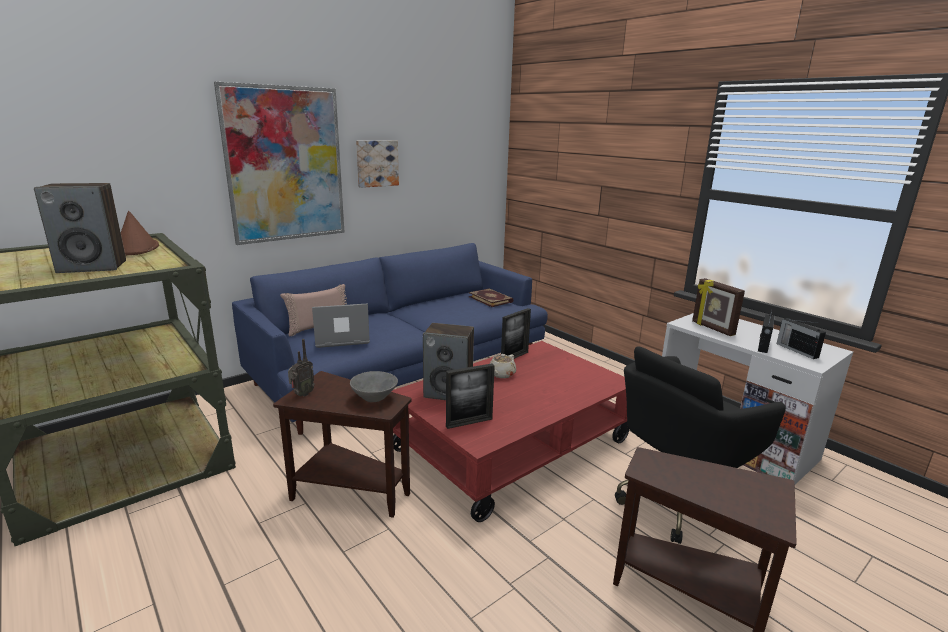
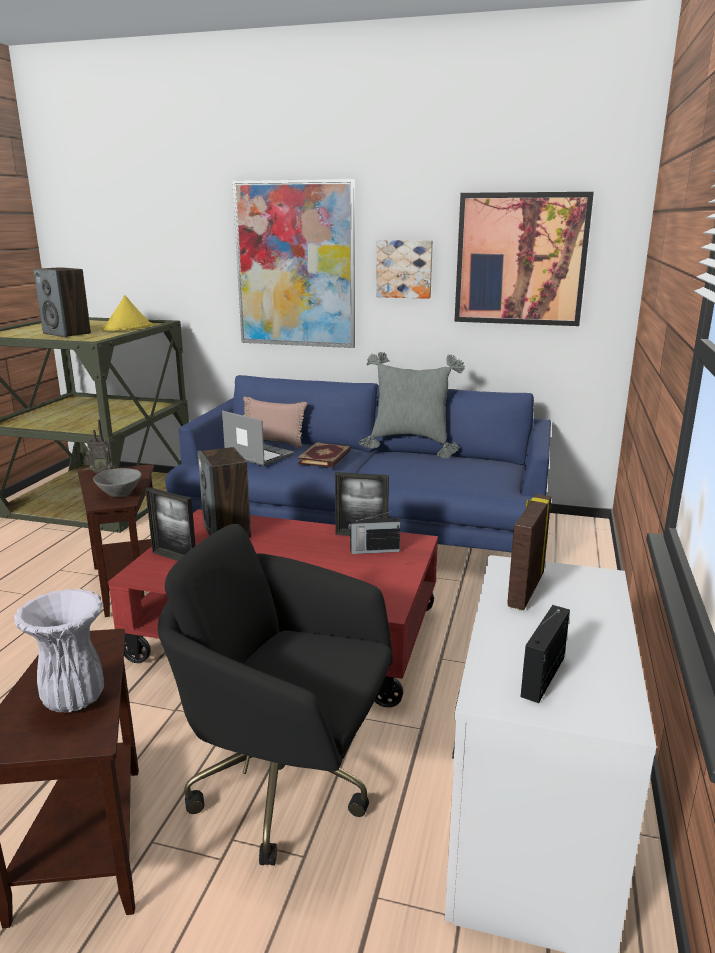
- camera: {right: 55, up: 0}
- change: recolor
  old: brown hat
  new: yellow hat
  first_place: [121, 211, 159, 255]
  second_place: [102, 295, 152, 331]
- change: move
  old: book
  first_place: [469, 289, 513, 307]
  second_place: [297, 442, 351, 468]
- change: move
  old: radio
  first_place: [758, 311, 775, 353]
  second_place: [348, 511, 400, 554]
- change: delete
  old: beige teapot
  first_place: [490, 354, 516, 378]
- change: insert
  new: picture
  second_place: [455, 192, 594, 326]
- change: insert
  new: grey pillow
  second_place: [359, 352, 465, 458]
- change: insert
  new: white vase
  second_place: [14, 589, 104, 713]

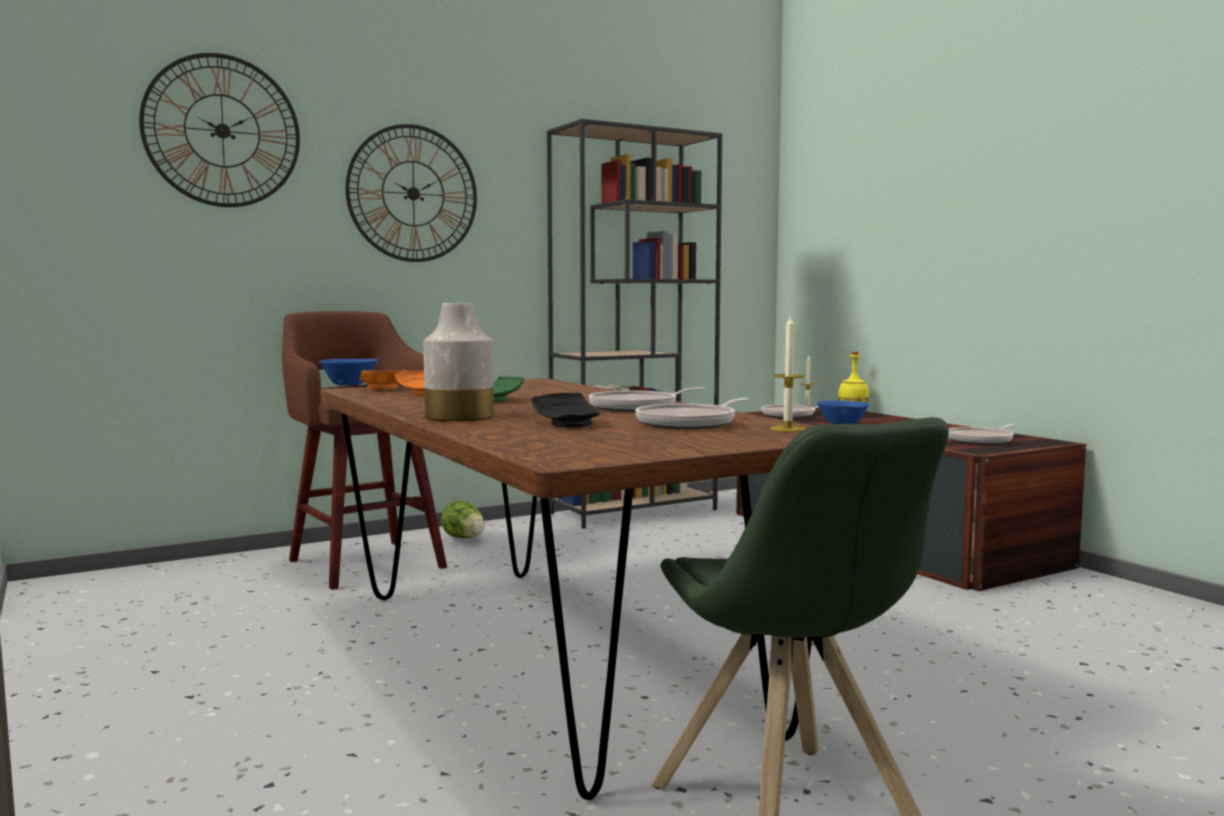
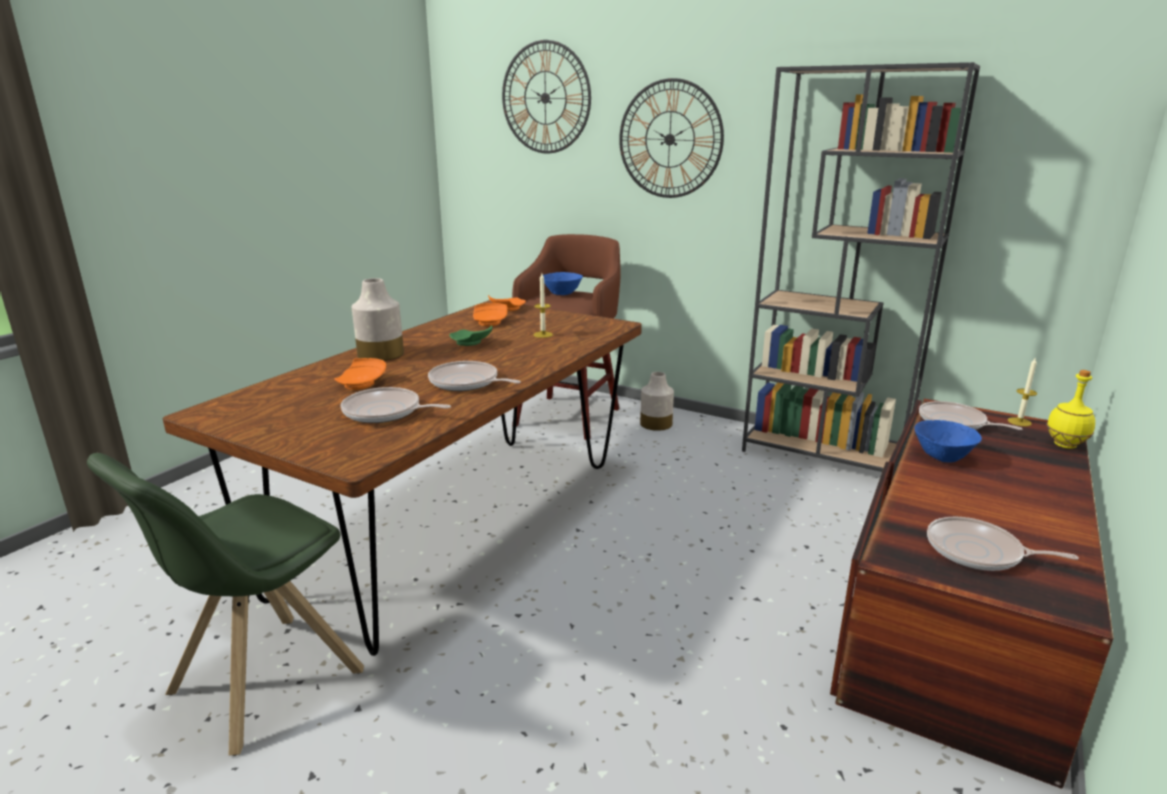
- camera: {right: 60, up: 15}
- change: move
  old: candle
  first_place: [770, 314, 805, 432]
  second_place: [533, 273, 553, 338]
- change: recolor
  old: black plate
  new: orange plate
  first_place: [531, 393, 600, 428]
  second_place: [334, 358, 386, 390]
- change: replace
  old: lettuce
  new: beige vase
  first_place: [441, 500, 485, 538]
  second_place: [640, 372, 674, 431]

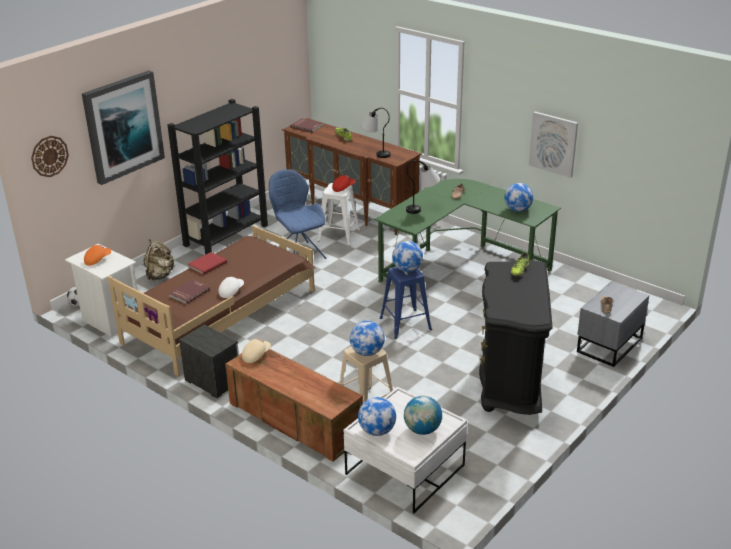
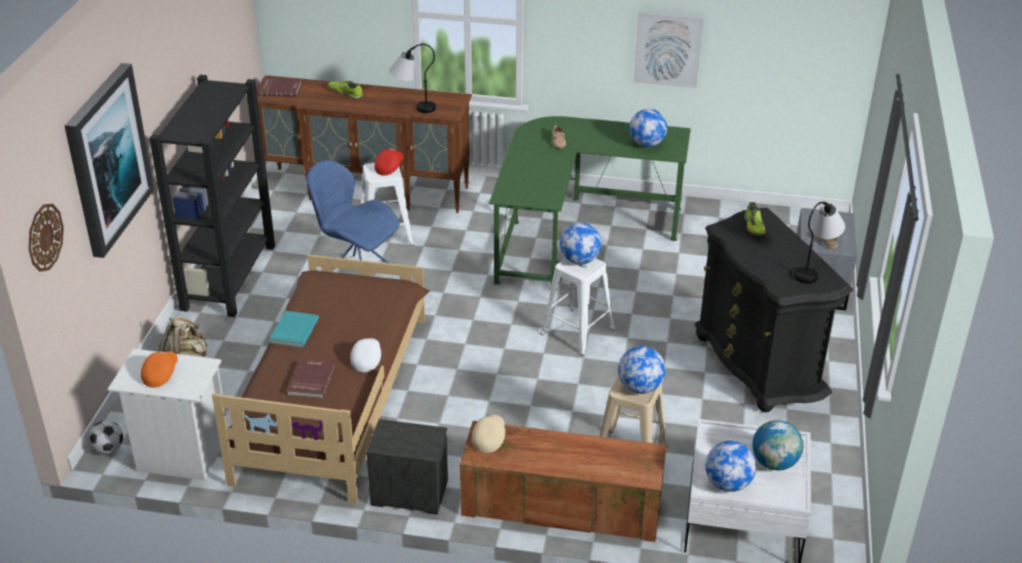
- camera: {right: -30, up: 5}
- change: move
  old: table lamp
  first_place: [406, 160, 440, 214]
  second_place: [794, 202, 845, 284]
- change: recolor
  old: red book
  new: turquoise book
  first_place: [188, 252, 227, 275]
  second_place: [269, 311, 319, 348]
- change: recolor
  old: blue stool
  new: white stool
  first_place: [380, 267, 432, 339]
  second_place: [540, 258, 615, 355]

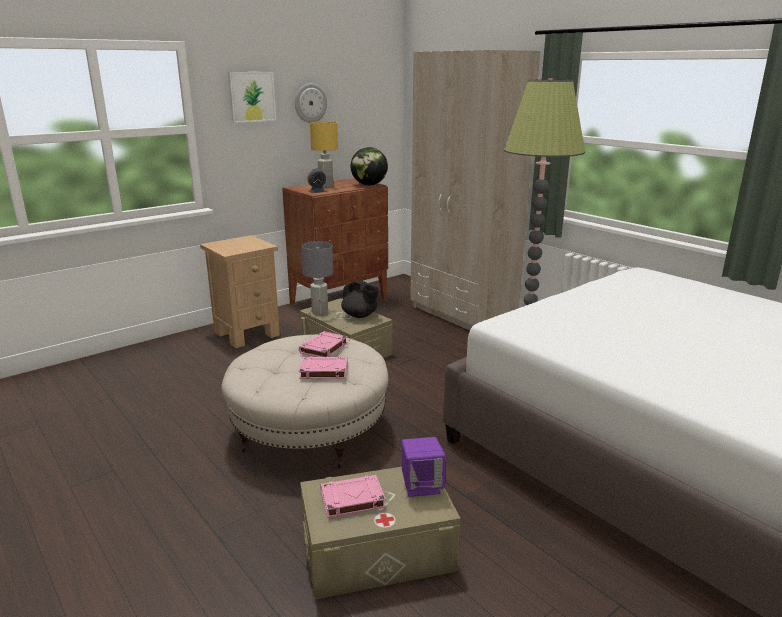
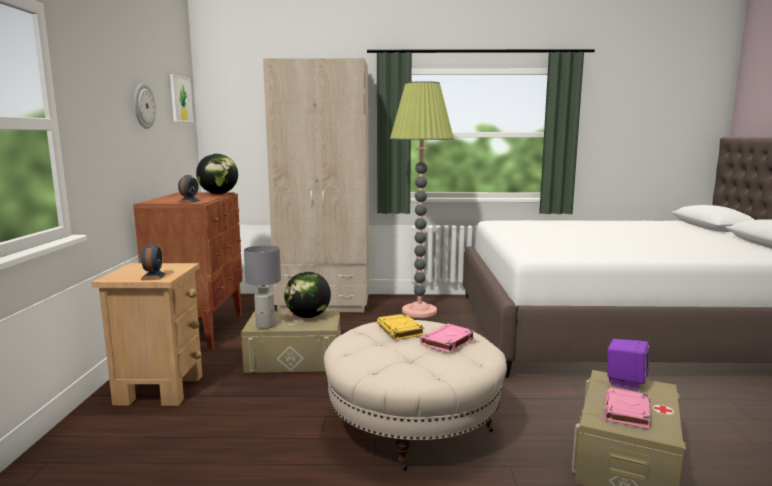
- camera: {right: -50, up: -10}
- change: move
  old: picture
  first_place: [228, 72, 276, 123]
  second_place: [170, 74, 193, 123]
- change: delete
  old: yellow table lamp
  first_place: [310, 121, 338, 187]
- change: replace
  old: black teapot
  new: globe
  first_place: [341, 280, 380, 318]
  second_place: [284, 272, 331, 318]
- change: recolor
  old: pink book
  new: yellow book
  first_place: [299, 331, 348, 357]
  second_place: [377, 314, 424, 340]
- change: insert
  new: alarm clock
  second_place: [141, 244, 166, 280]

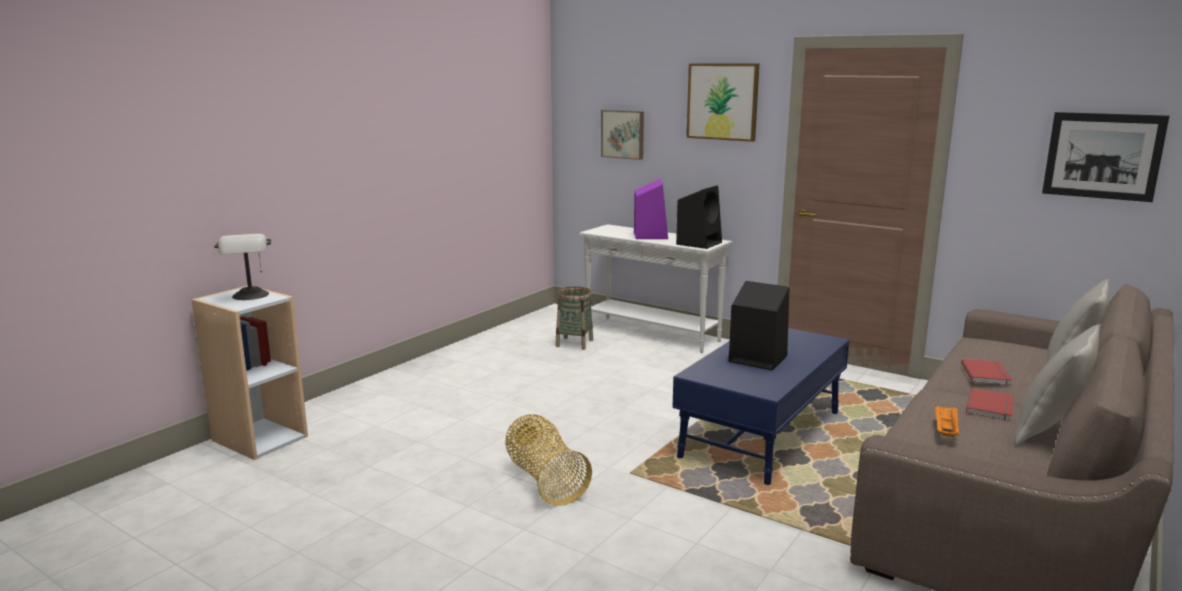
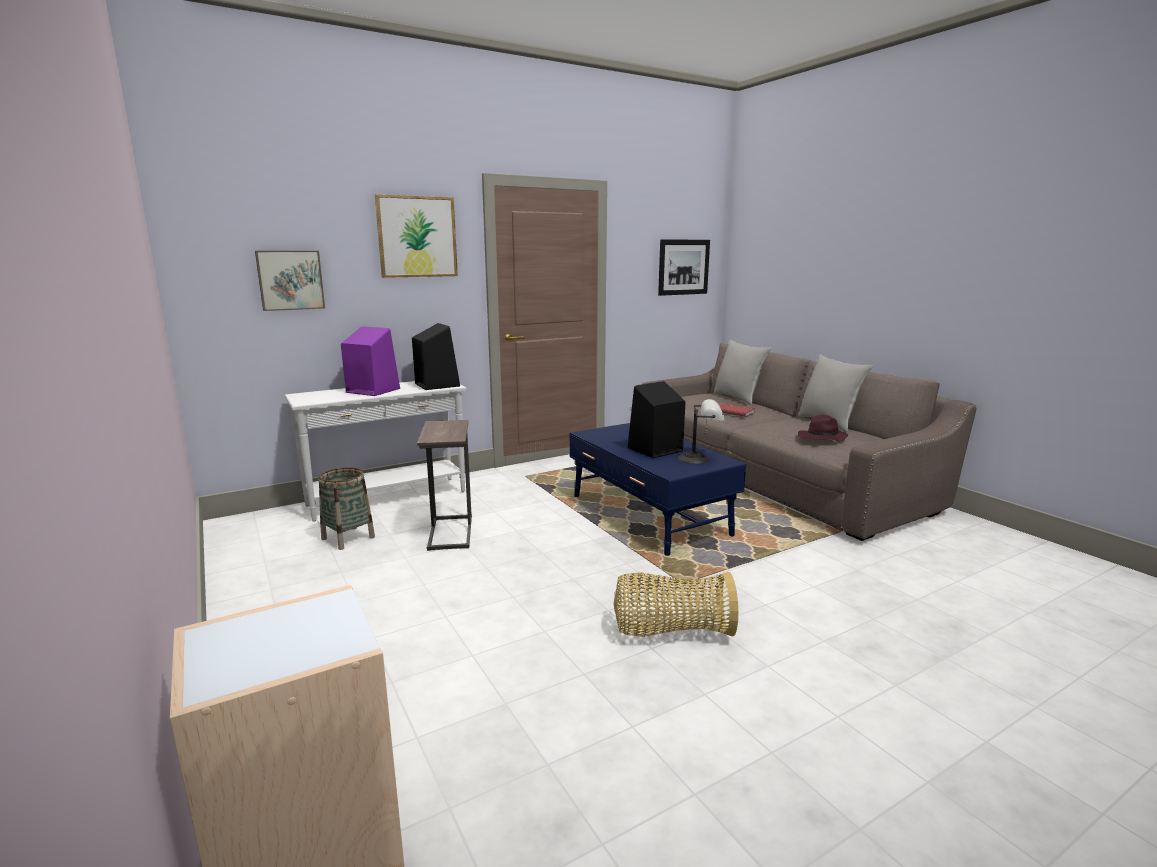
- camera: {right: -65, up: 0}
- change: move
  old: table lamp
  first_place: [214, 234, 271, 300]
  second_place: [678, 399, 725, 464]
- change: delete
  old: red book
  first_place: [966, 388, 1014, 421]
- change: replace
  old: orange tray
  new: purple hat
  first_place: [935, 404, 959, 437]
  second_place: [798, 415, 848, 442]
- change: insert
  new: brown side table
  second_place: [417, 420, 472, 551]

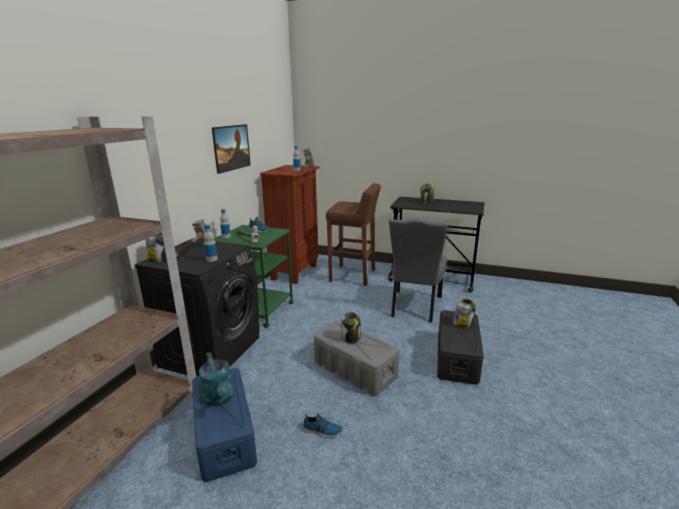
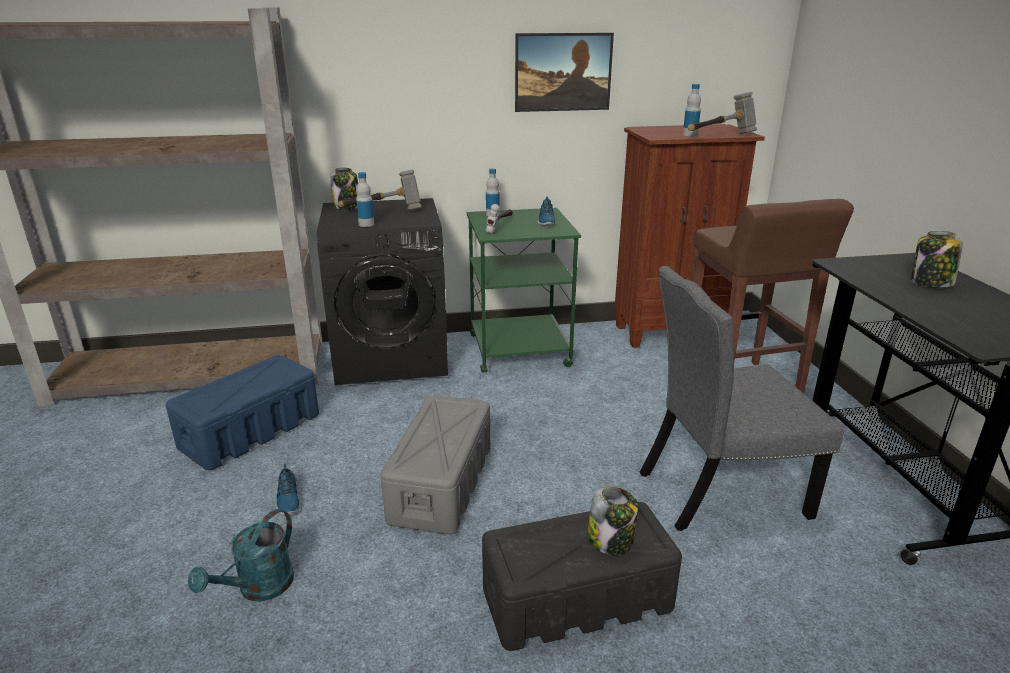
- camera: {right: 60, up: 5}
- change: delete
  old: jar
  first_place: [341, 312, 361, 343]
- change: move
  old: turquoise watering can
  first_place: [199, 352, 234, 406]
  second_place: [188, 509, 294, 602]

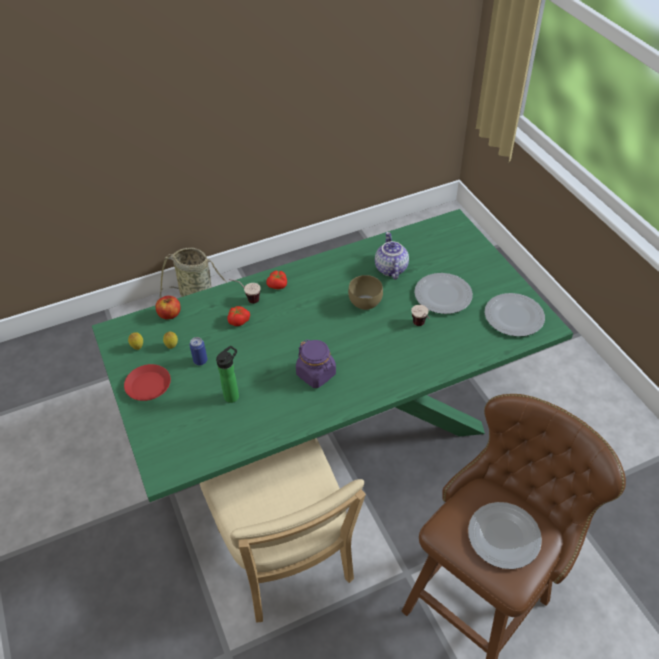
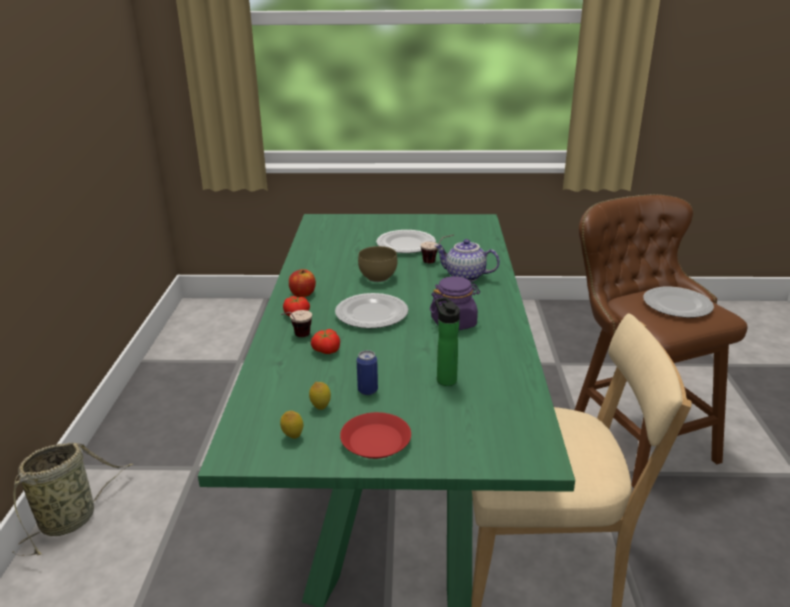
- camera: {right: -65, up: -20}
- change: move
  old: teapot
  first_place: [375, 232, 409, 280]
  second_place: [434, 239, 500, 281]
- change: move
  old: plate
  first_place: [485, 293, 545, 337]
  second_place: [335, 293, 408, 328]
- change: move
  old: apple
  first_place: [156, 296, 181, 319]
  second_place: [289, 269, 316, 297]

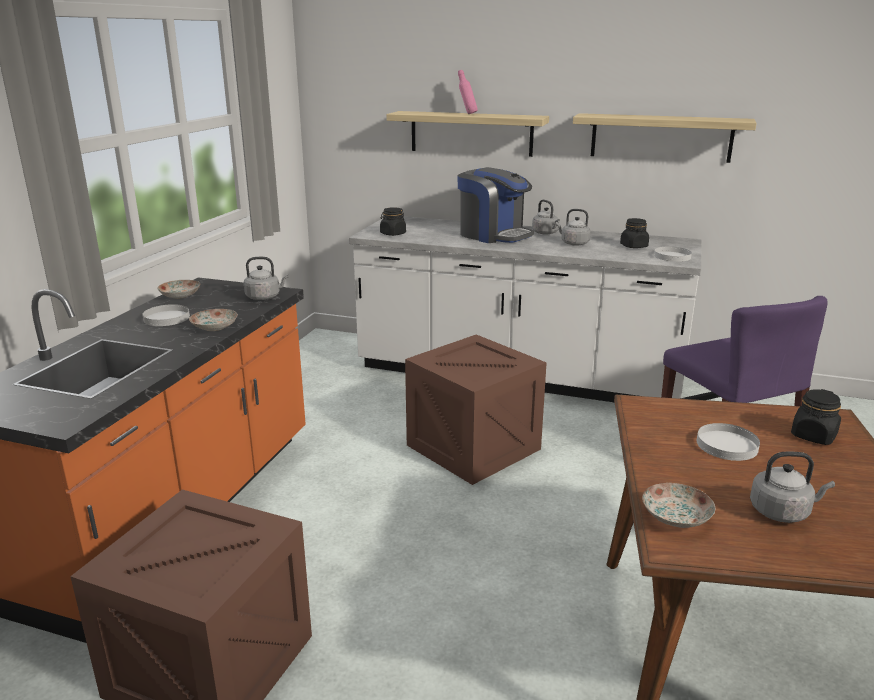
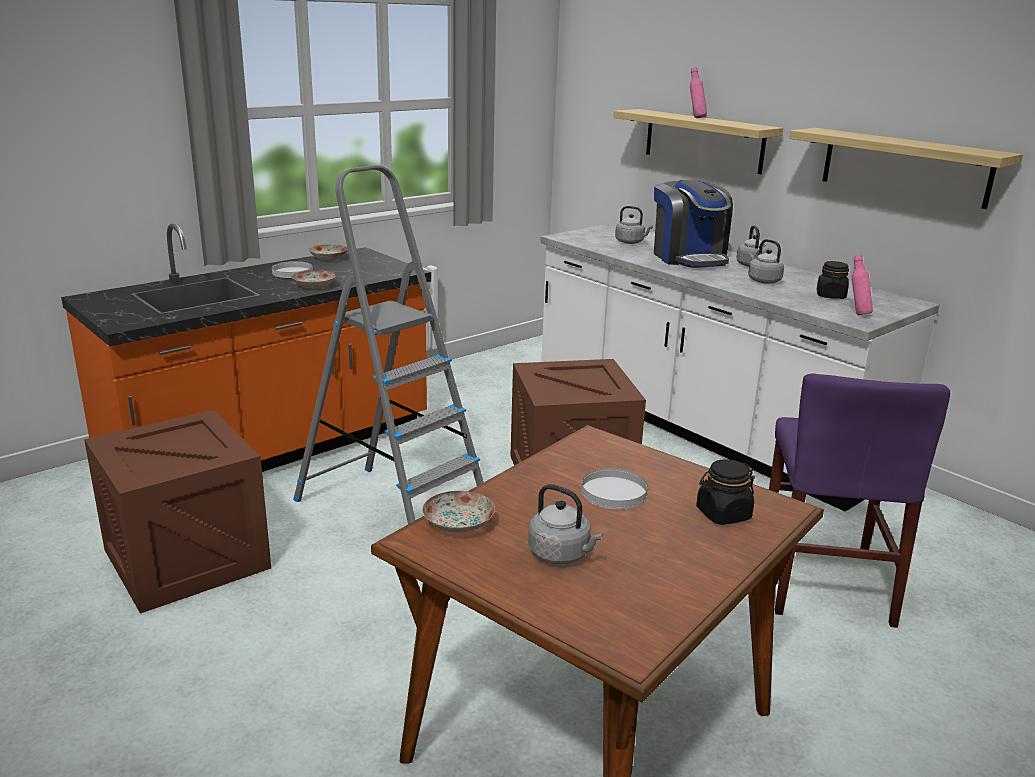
- camera: {right: 30, up: 0}
- change: delete
  old: black jar
  first_place: [380, 207, 406, 236]
- change: replace
  old: white plate
  new: pink bottle
  first_place: [654, 247, 692, 262]
  second_place: [852, 255, 873, 315]
- change: move
  old: grey kettle
  first_place: [244, 257, 288, 300]
  second_place: [615, 206, 653, 244]
- change: insert
  new: grey step ladder
  second_place: [293, 165, 484, 583]

